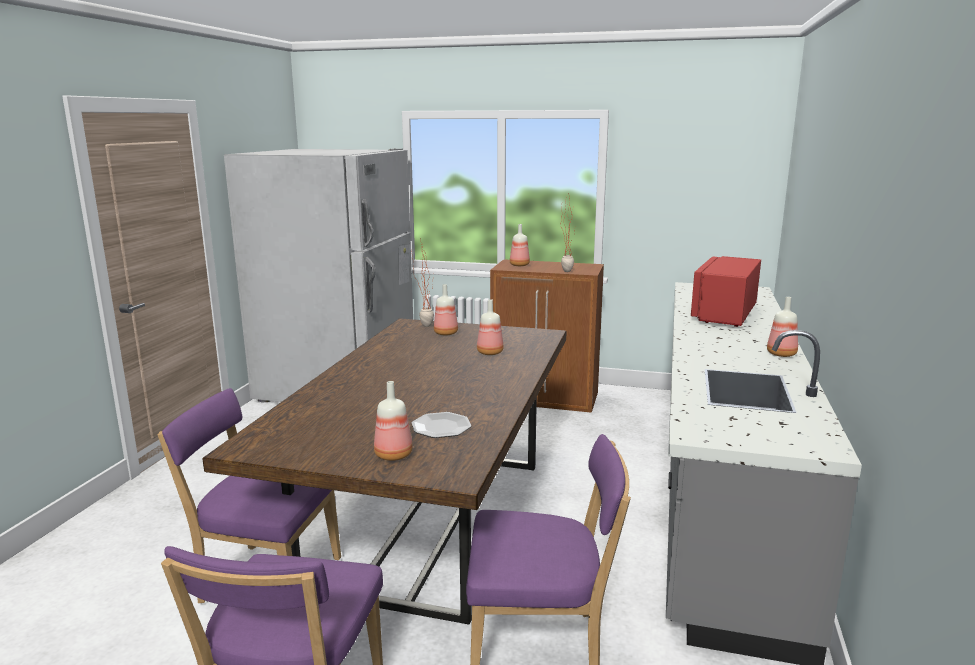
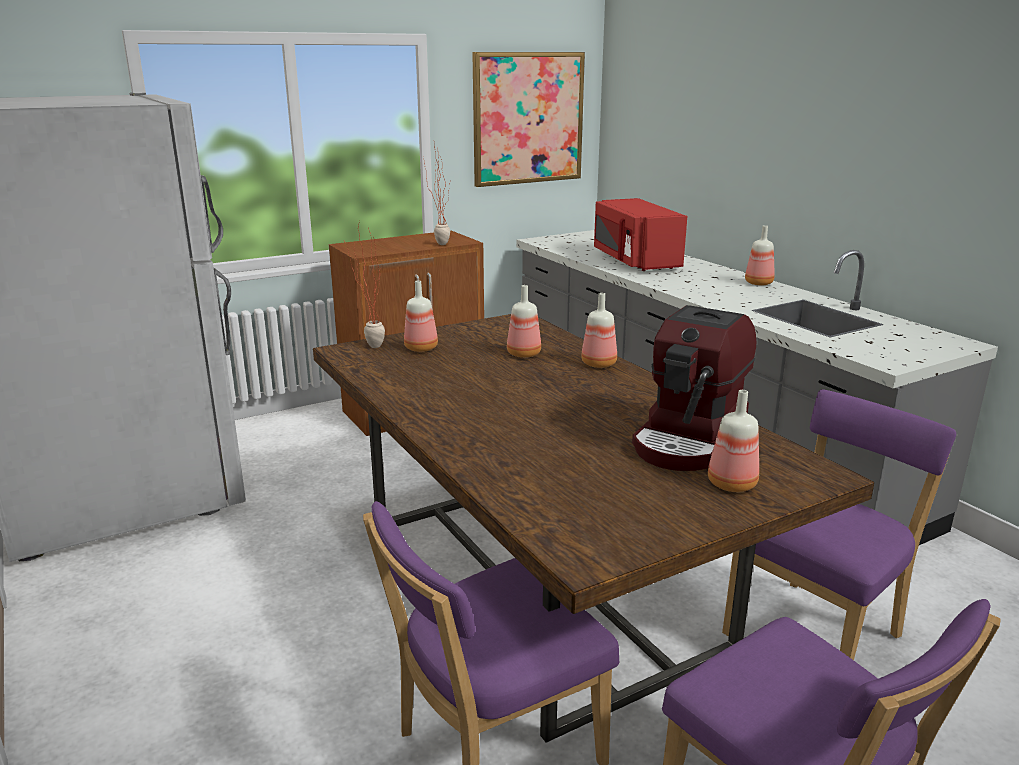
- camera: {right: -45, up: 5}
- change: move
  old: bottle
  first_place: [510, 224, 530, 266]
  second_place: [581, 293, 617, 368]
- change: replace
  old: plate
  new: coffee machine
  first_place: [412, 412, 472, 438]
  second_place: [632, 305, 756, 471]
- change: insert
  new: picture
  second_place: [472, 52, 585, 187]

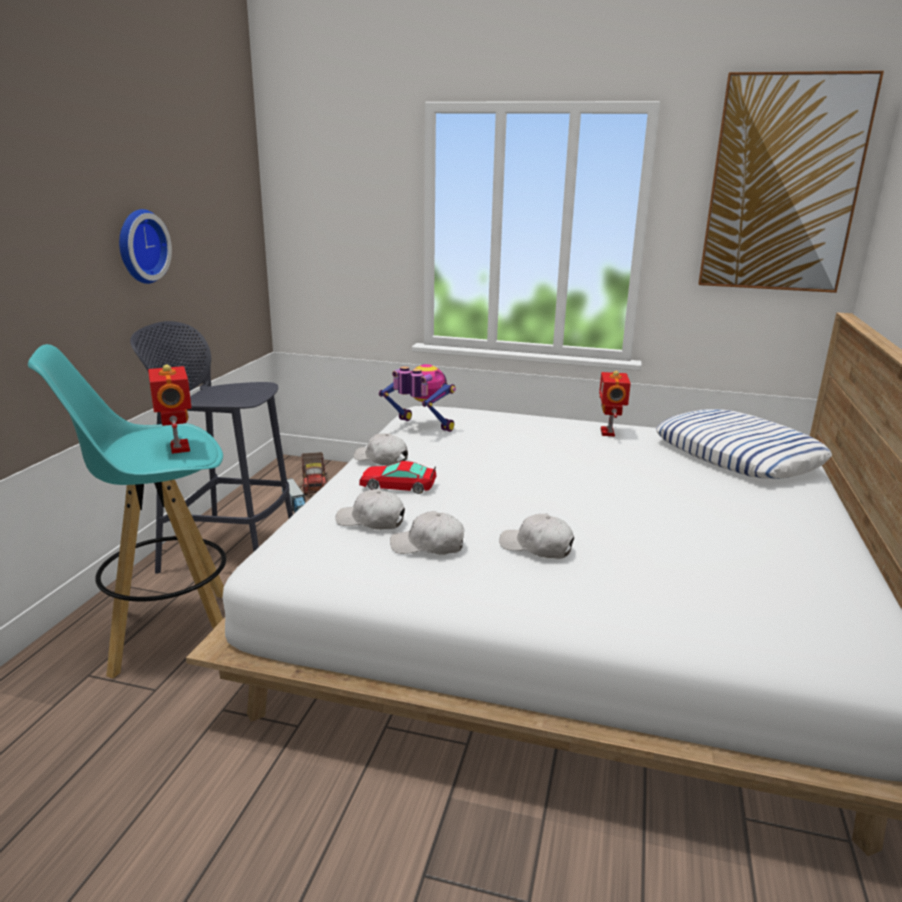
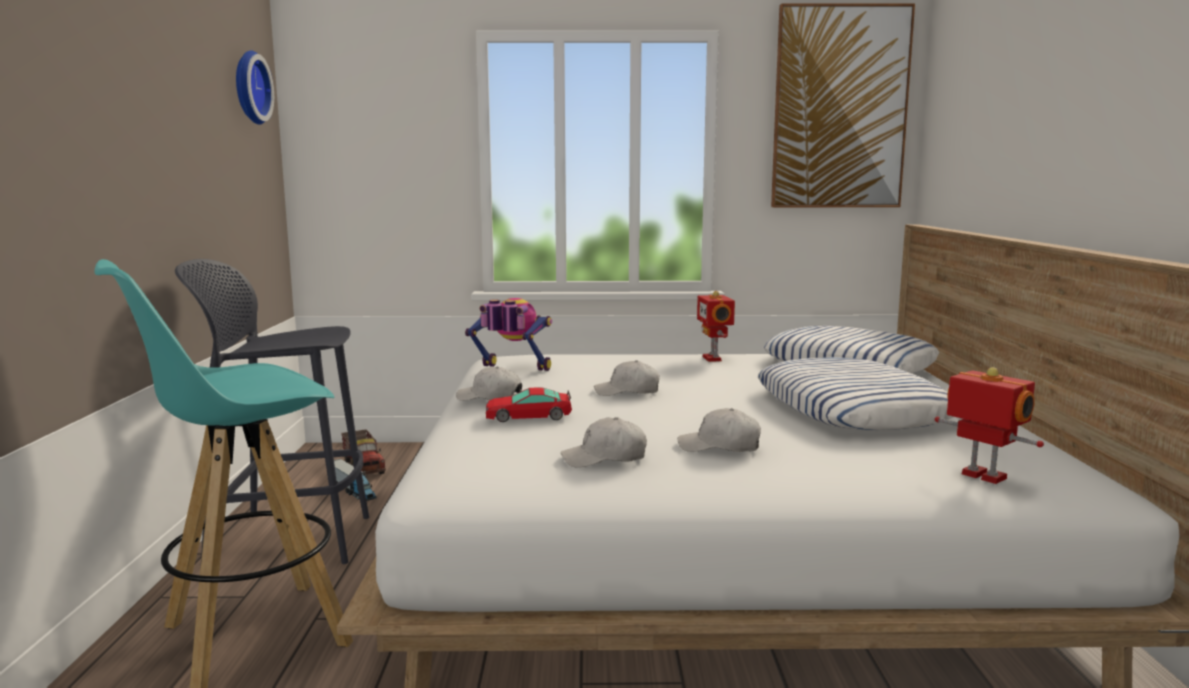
- camera: {right: -15, up: -10}
- change: move
  old: wall clock
  first_place: [119, 209, 172, 284]
  second_place: [236, 50, 274, 125]
- change: move
  old: toy robot
  first_place: [148, 364, 192, 454]
  second_place: [935, 367, 1044, 484]
- change: move
  old: white cap
  first_place: [335, 489, 405, 530]
  second_place: [594, 360, 659, 396]
- change: insert
  new: pillow
  second_place: [758, 357, 953, 430]

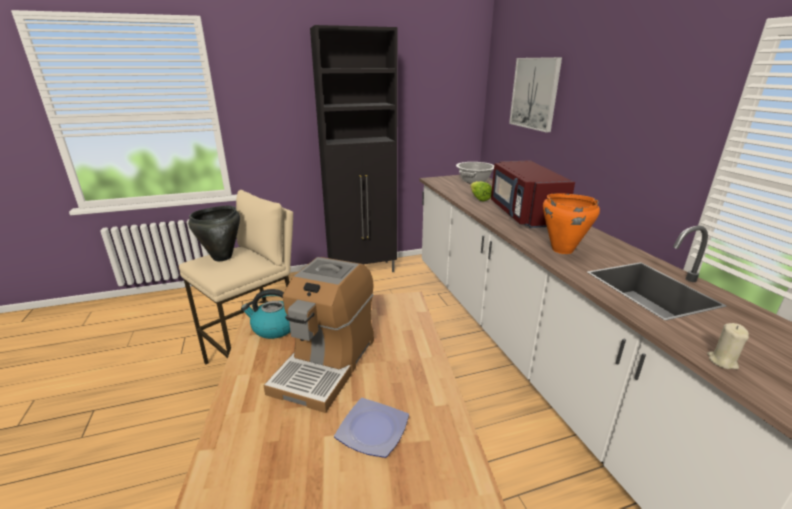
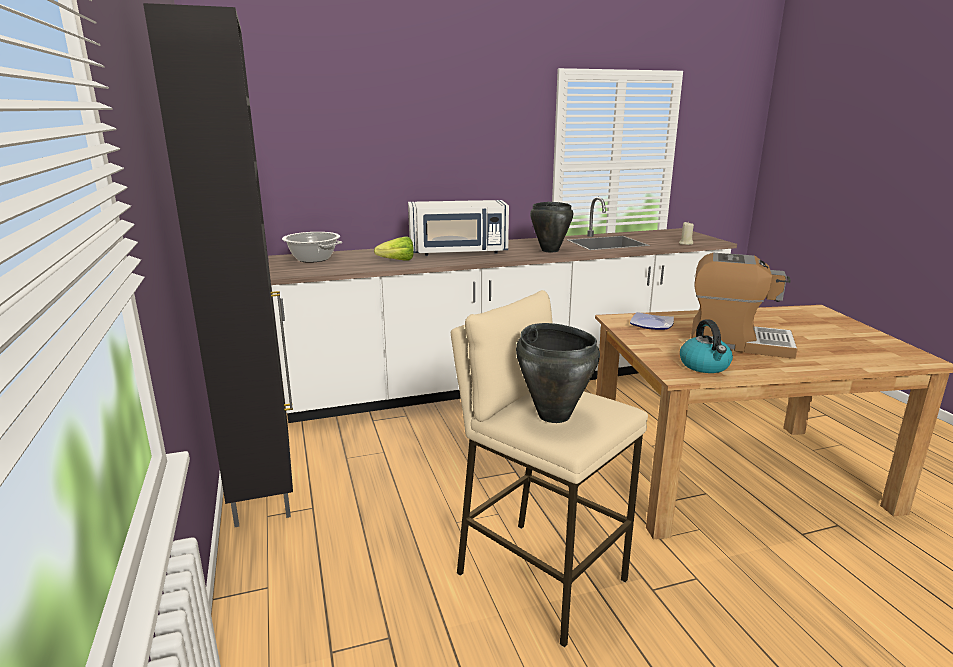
- camera: {right: -90, up: -5}
- change: delete
  old: picture
  first_place: [509, 57, 562, 132]
- change: recolor
  old: red microwave
  new: white microwave
  first_place: [491, 161, 575, 228]
  second_place: [408, 200, 509, 256]
- change: recolor
  old: orange cooking pot
  new: black cooking pot
  first_place: [543, 193, 600, 254]
  second_place: [530, 202, 573, 253]
- change: move
  old: plate
  first_place: [334, 398, 409, 458]
  second_place: [630, 312, 674, 330]

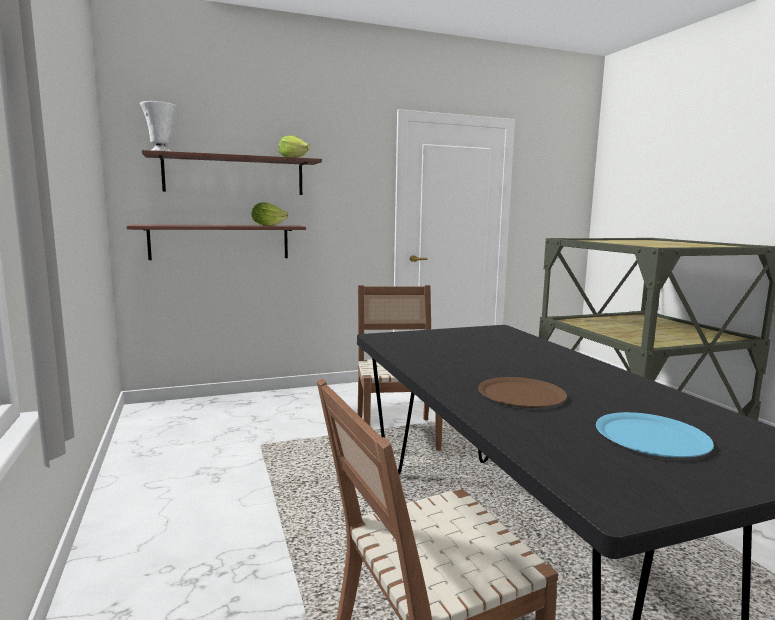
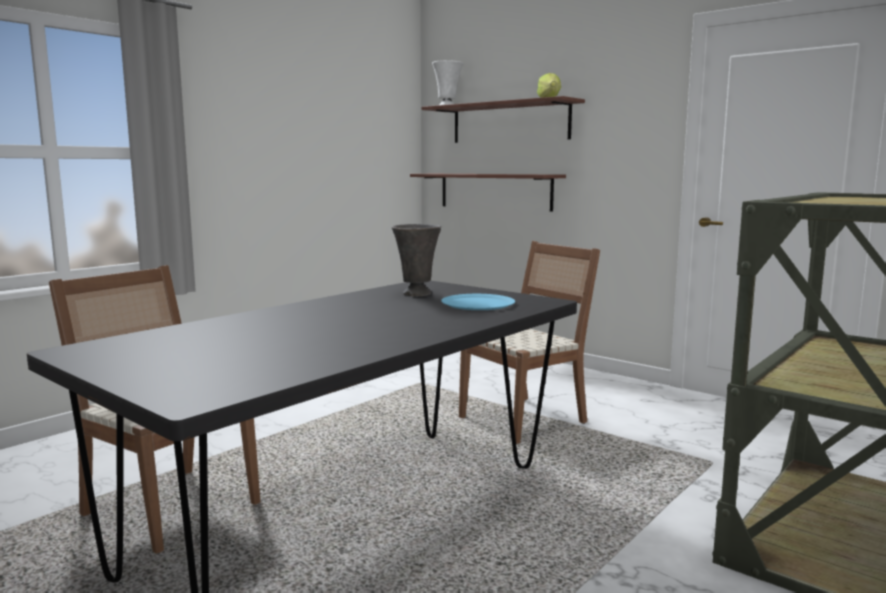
- camera: {right: 60, up: 0}
- change: delete
  old: lettuce
  first_place: [252, 202, 288, 226]
- change: delete
  old: brown plate
  first_place: [478, 377, 567, 408]
- change: move
  old: blue plate
  first_place: [596, 412, 714, 458]
  second_place: [441, 294, 515, 310]
- change: insert
  new: grey vase
  second_place: [392, 224, 441, 296]

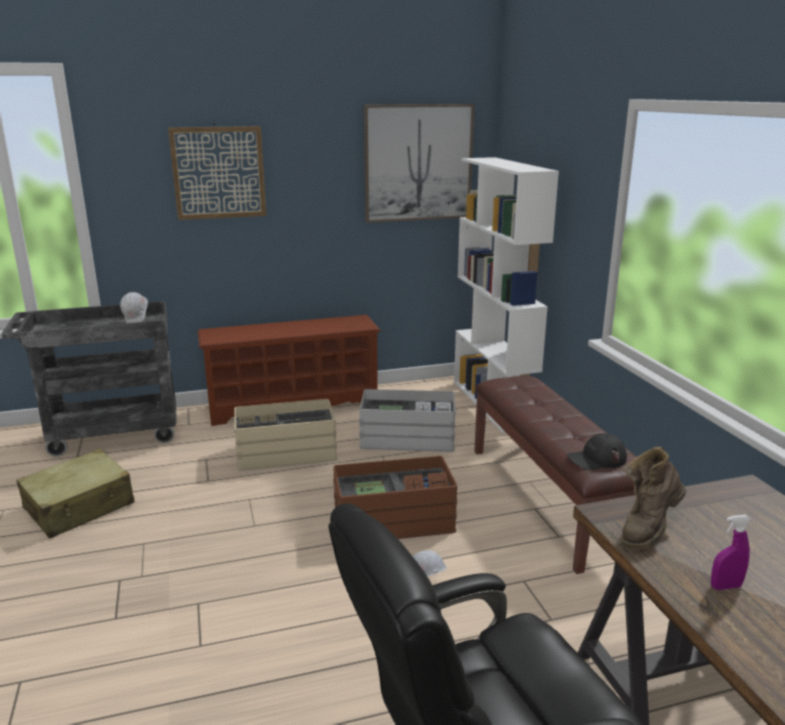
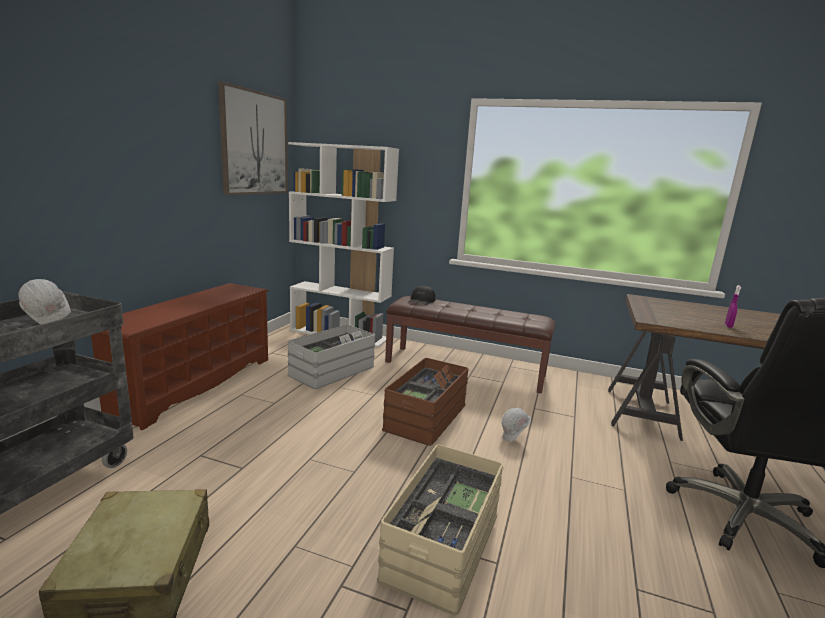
- camera: {right: -55, up: -5}
- change: delete
  old: picture
  first_place: [168, 123, 266, 220]
- change: move
  old: beige storage box
  first_place: [234, 399, 337, 471]
  second_place: [377, 444, 504, 616]
- change: move
  old: black cap
  first_place: [567, 433, 627, 470]
  second_place: [408, 286, 436, 305]
- change: delete
  old: brown boot
  first_place: [621, 447, 686, 549]

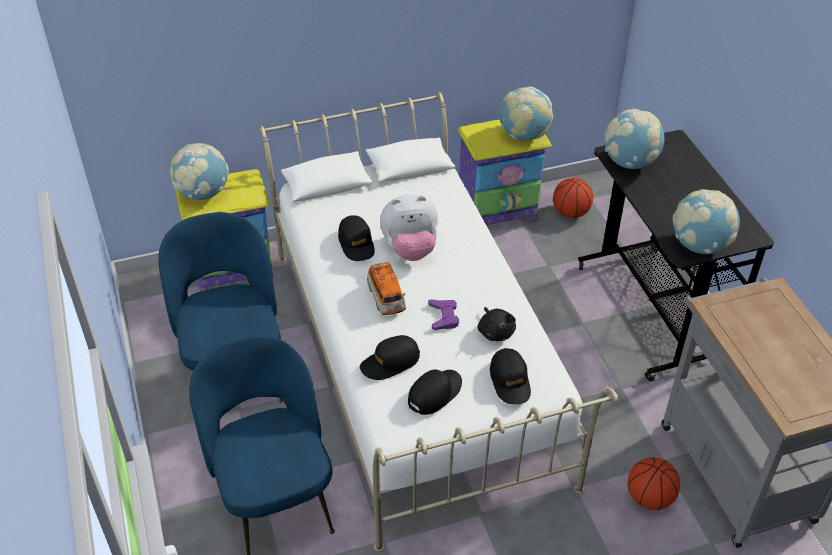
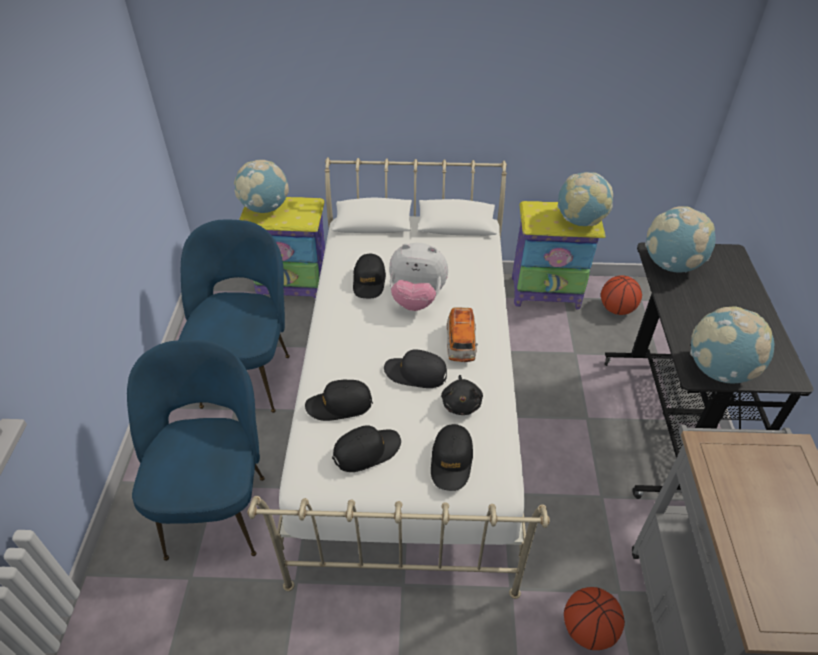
- camera: {right: 20, up: 0}
- change: move
  old: toy car
  first_place: [367, 262, 406, 315]
  second_place: [447, 308, 478, 362]
- change: replace
  old: purple game controller
  new: black cap
  first_place: [428, 299, 459, 330]
  second_place: [384, 349, 447, 388]

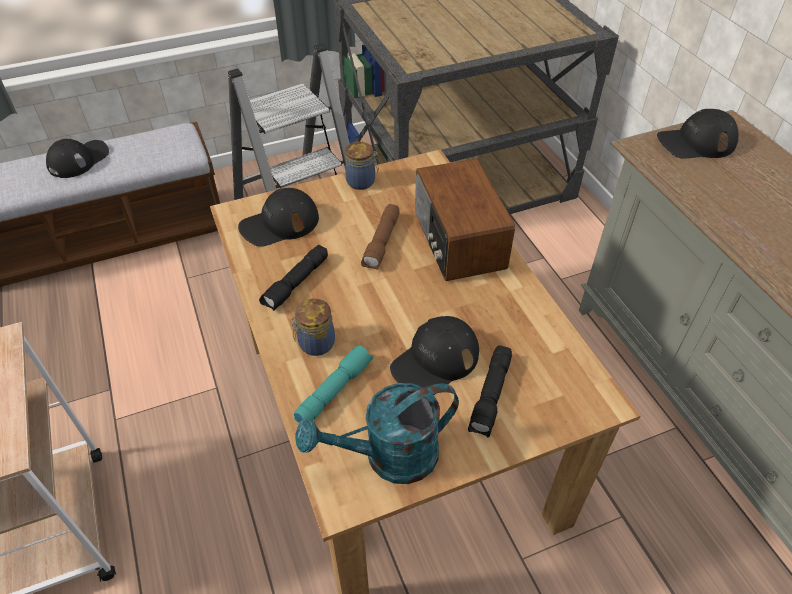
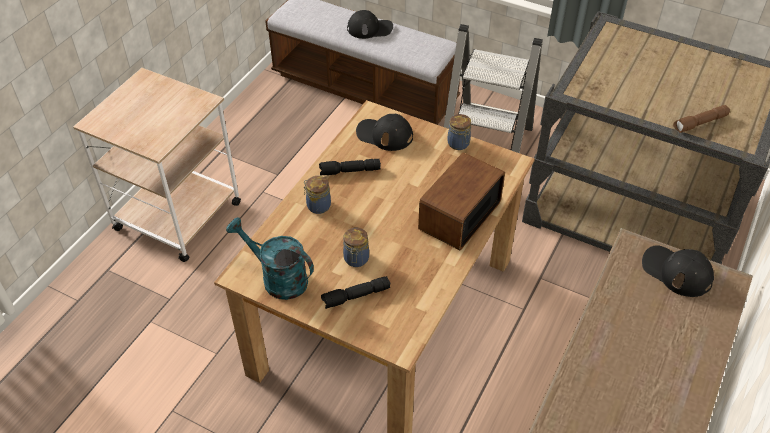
- camera: {right: 50, up: 0}
- change: move
  old: brown flashlight
  first_place: [361, 204, 400, 269]
  second_place: [673, 105, 730, 133]
- change: replace
  old: black cap
  new: jar
  first_place: [390, 316, 479, 395]
  second_place: [343, 228, 369, 267]
- change: delete
  old: turquoise flashlight
  first_place: [293, 346, 373, 423]

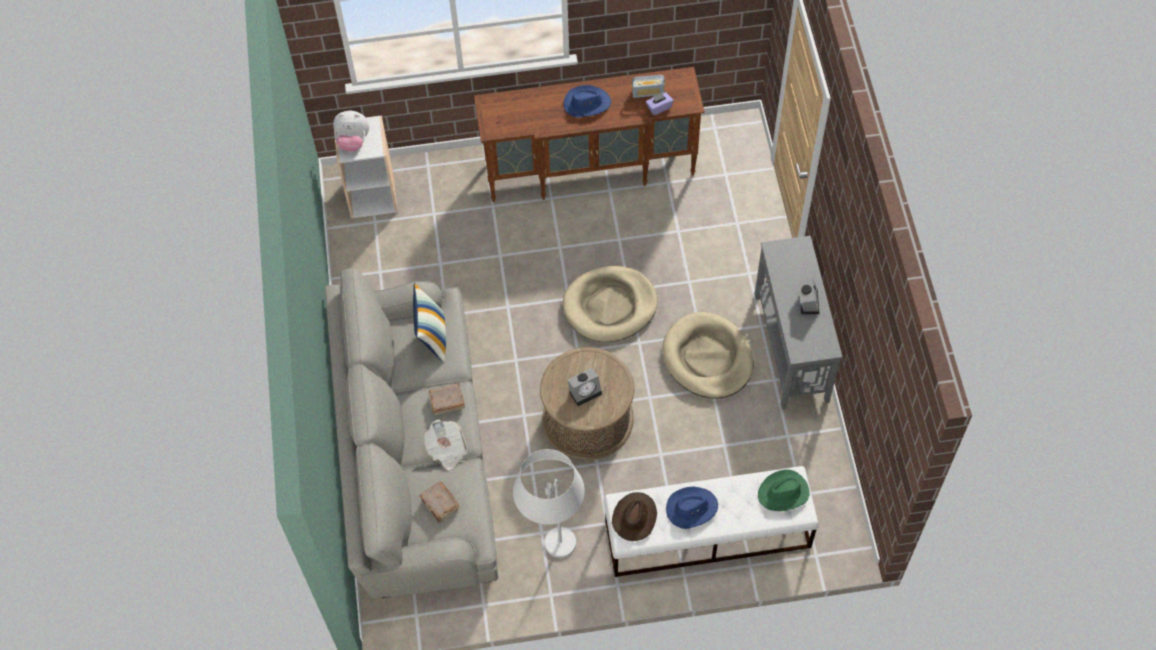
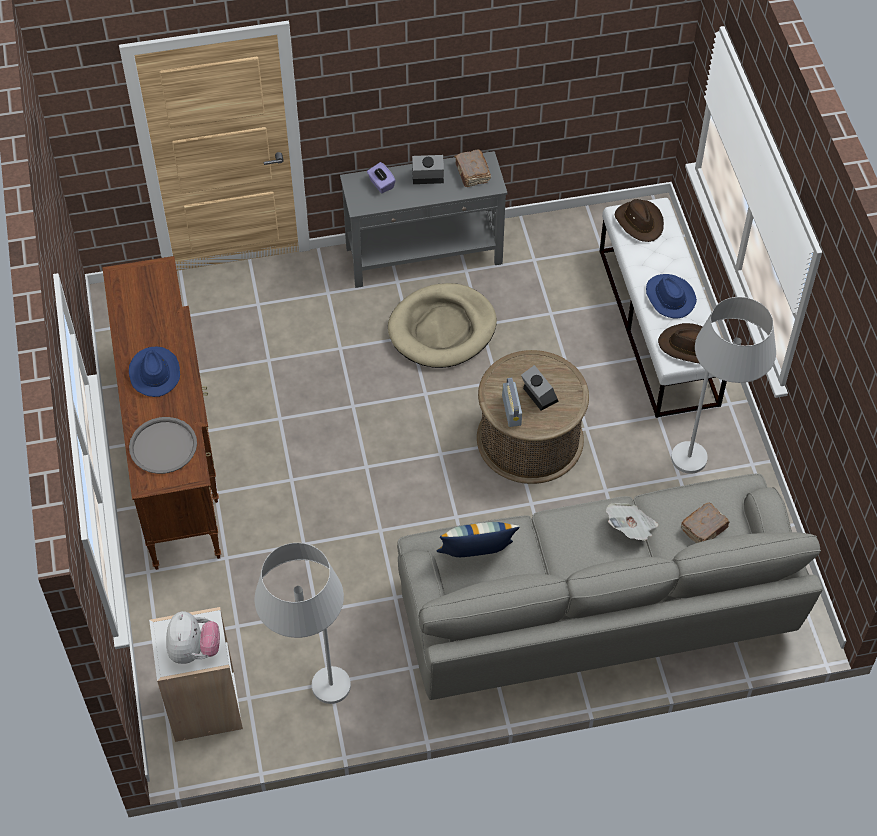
- camera: {right: -95, up: -5}
- change: move
  old: radio
  first_place: [632, 75, 665, 98]
  second_place: [502, 378, 522, 427]
- change: move
  old: purple tissue box
  first_place: [646, 92, 673, 115]
  second_place: [367, 162, 396, 193]
- change: delete
  old: beige dog bed
  first_place: [563, 266, 658, 342]
- change: move
  old: brown book
  first_place: [429, 383, 465, 415]
  second_place: [454, 150, 491, 187]
- change: recolor
  old: green hat
  new: brown hat
  first_place: [758, 469, 810, 511]
  second_place: [615, 199, 664, 242]
- change: insert
  new: grey tray
  second_place: [129, 417, 197, 474]
- change: insert
  new: white floor lamp
  second_place: [254, 543, 351, 704]

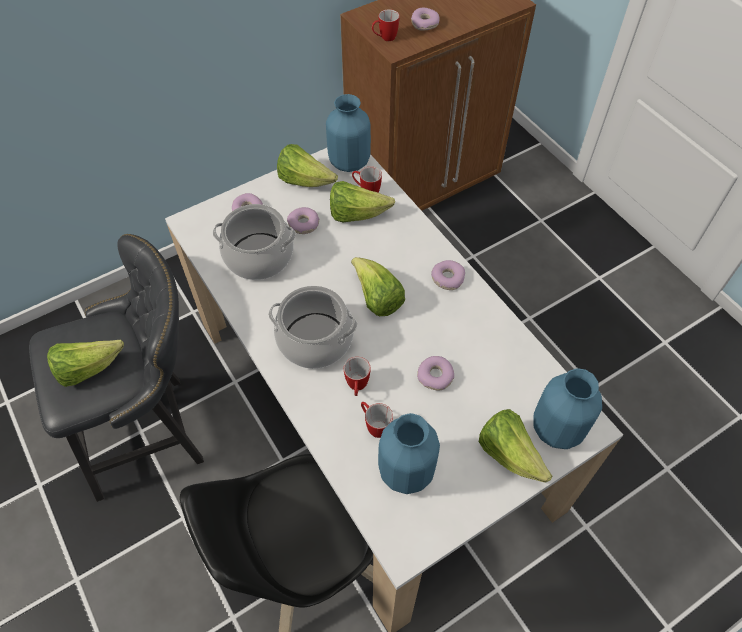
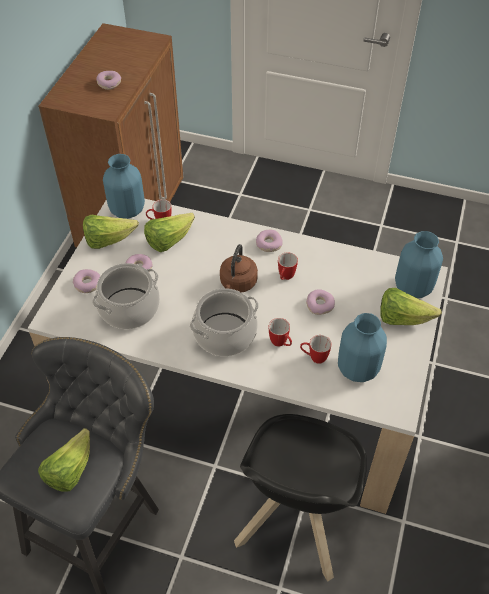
- camera: {right: -40, up: -5}
- change: move
  old: mug
  first_place: [372, 9, 400, 41]
  second_place: [278, 252, 298, 280]
- change: replace
  old: lettuce
  new: brown kettle
  first_place: [351, 257, 405, 316]
  second_place: [220, 244, 258, 293]

